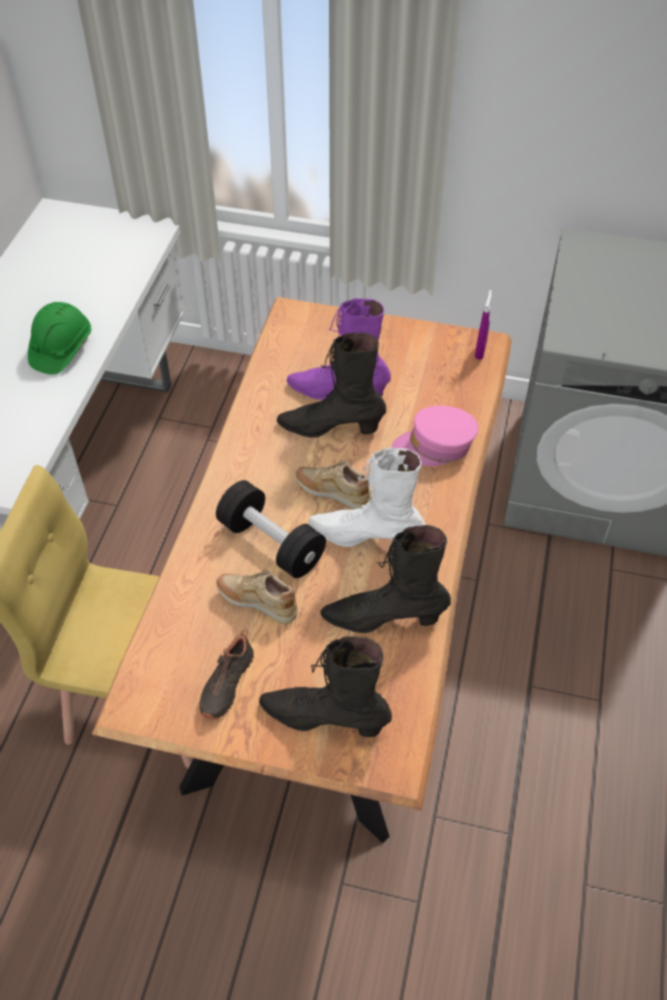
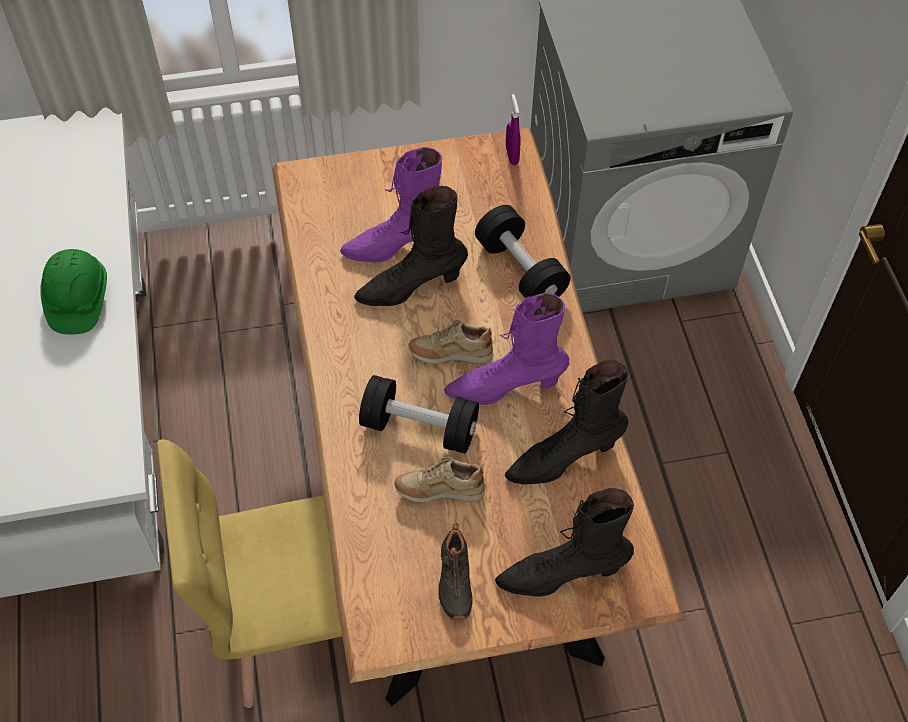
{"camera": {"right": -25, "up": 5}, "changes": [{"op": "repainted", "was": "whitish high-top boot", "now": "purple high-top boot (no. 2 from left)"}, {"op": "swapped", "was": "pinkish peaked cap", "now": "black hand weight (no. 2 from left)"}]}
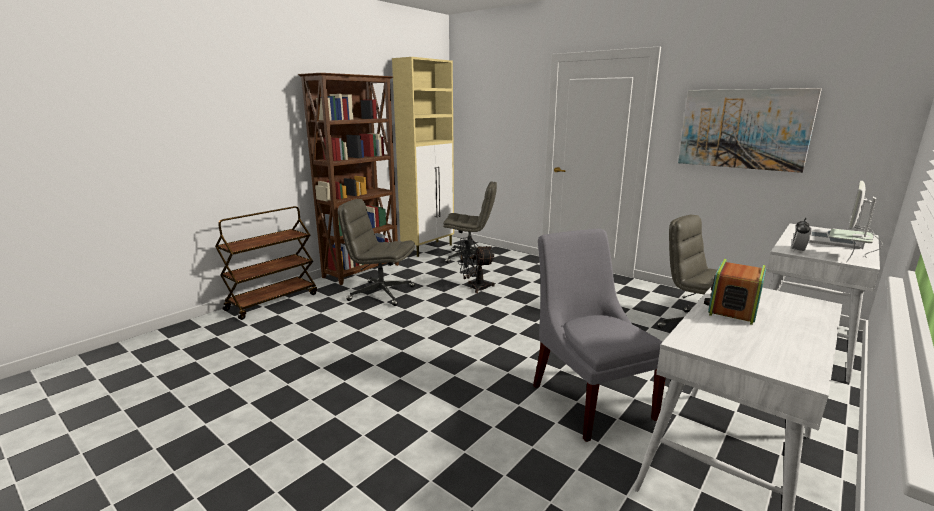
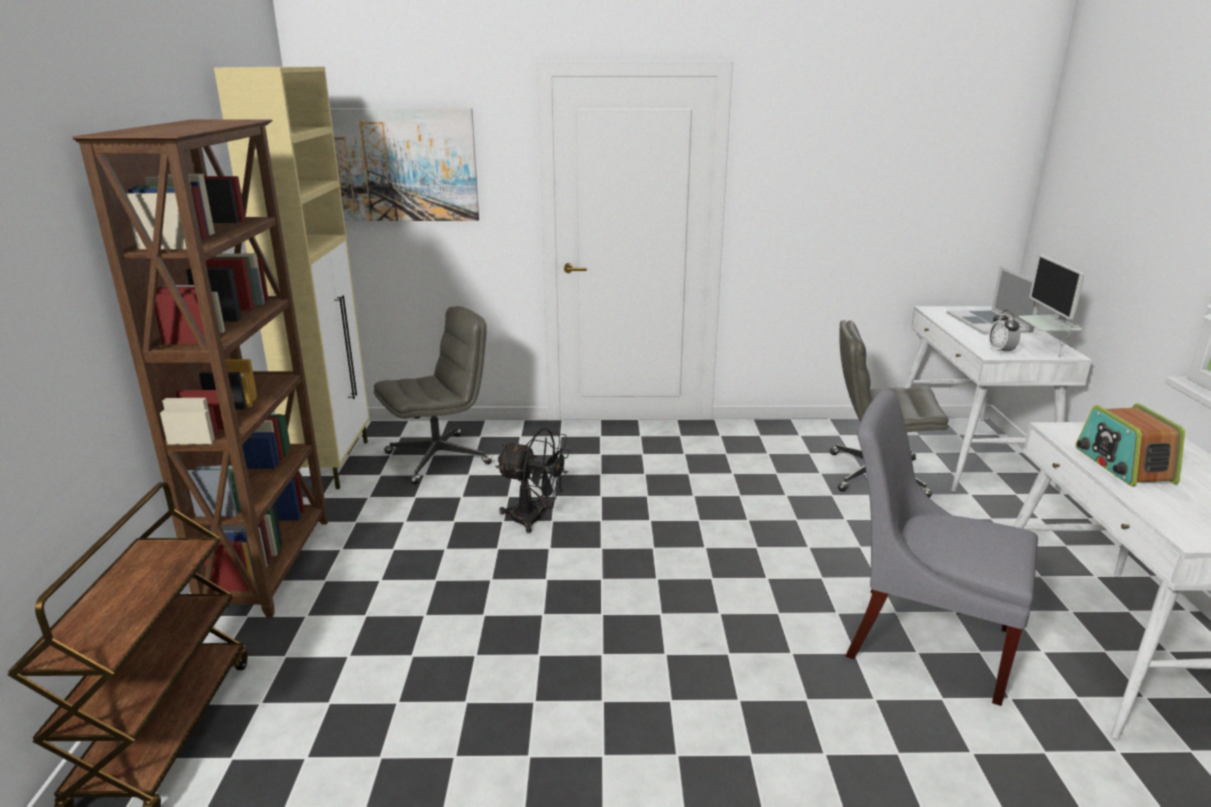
{"camera": {"right": -40, "up": 5}, "changes": [{"op": "shifted", "was": "picture"}, {"op": "rotated", "was": "black fan", "clockwise": -105}, {"op": "gone", "was": "grey computer chair (no. 1 from left)"}]}
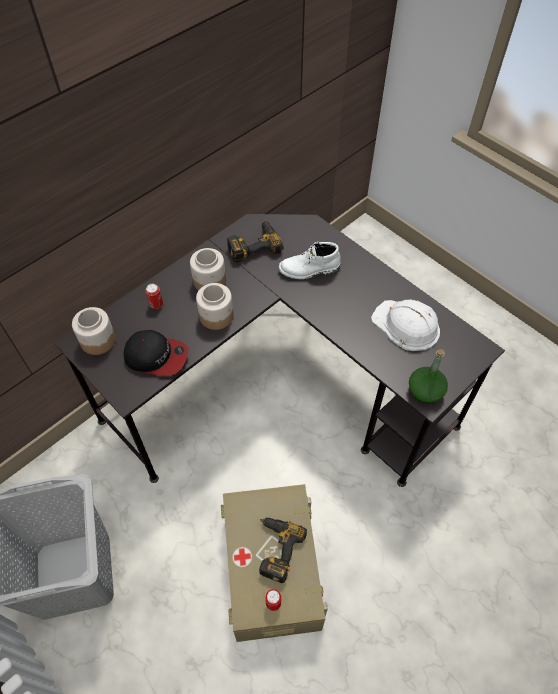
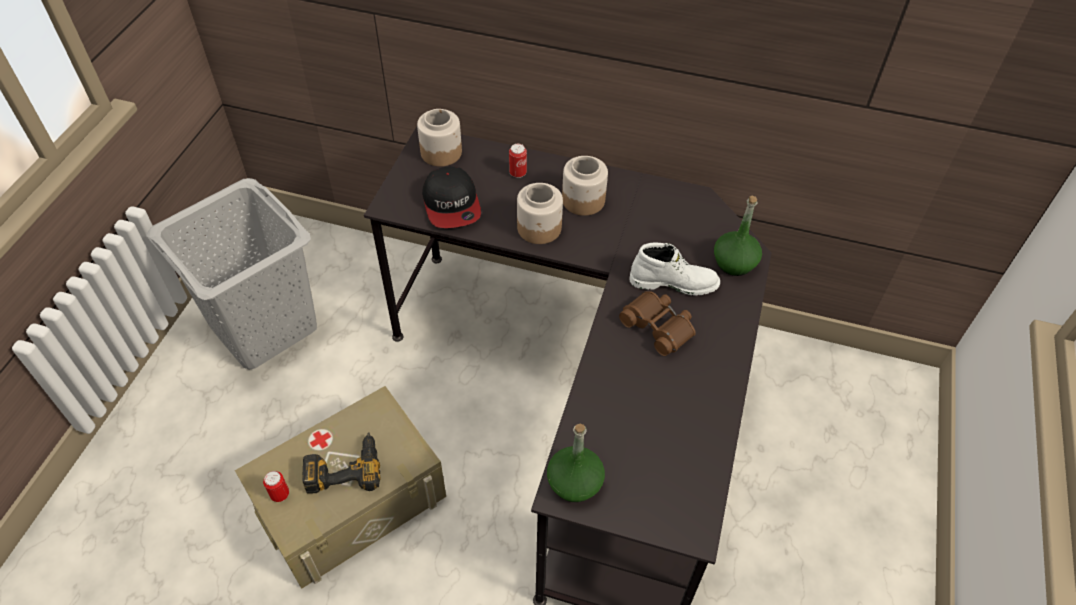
{"camera": {"right": 60, "up": -5}, "changes": [{"op": "new", "now": "brown-coloured pair of binoculars"}, {"op": "rotated", "was": "whitish high-top boot", "clockwise": 135}, {"op": "new", "now": "green-coloured bottle (no. 2 from left)"}, {"op": "gone", "was": "power drill (no. 1 from left)"}, {"op": "gone", "was": "whitish safety helmet"}]}
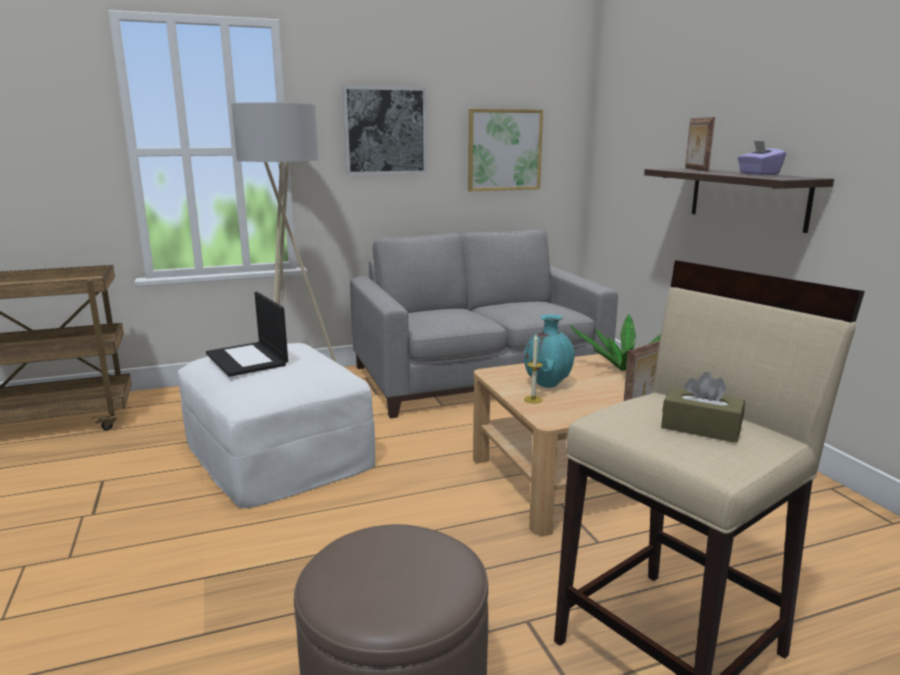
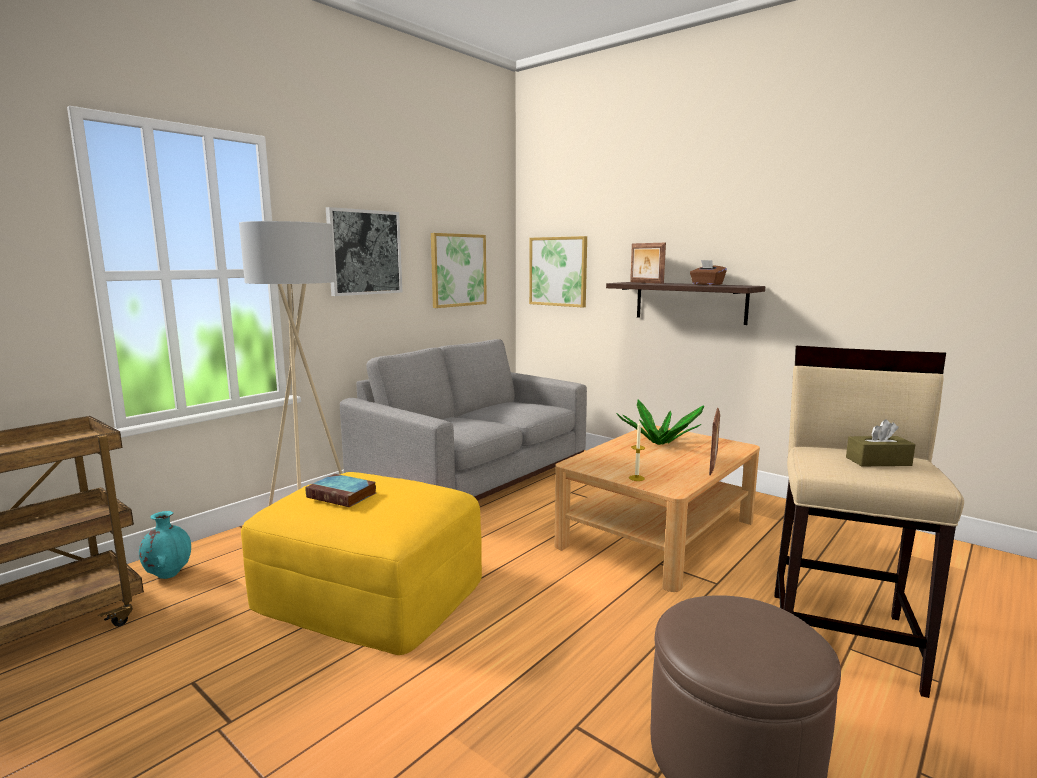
{"camera": {"right": -30, "up": -5}, "changes": [{"op": "shifted", "was": "blue-green decorative vase"}, {"op": "repainted", "was": "whitish pouffe", "now": "yellowish pouffe"}, {"op": "swapped", "was": "portable computer", "now": "volume"}, {"op": "new", "now": "picture (no. 3 from left)"}, {"op": "repainted", "was": "purple tissue holder", "now": "brown-coloured tissue holder (no. 1 from left)"}]}
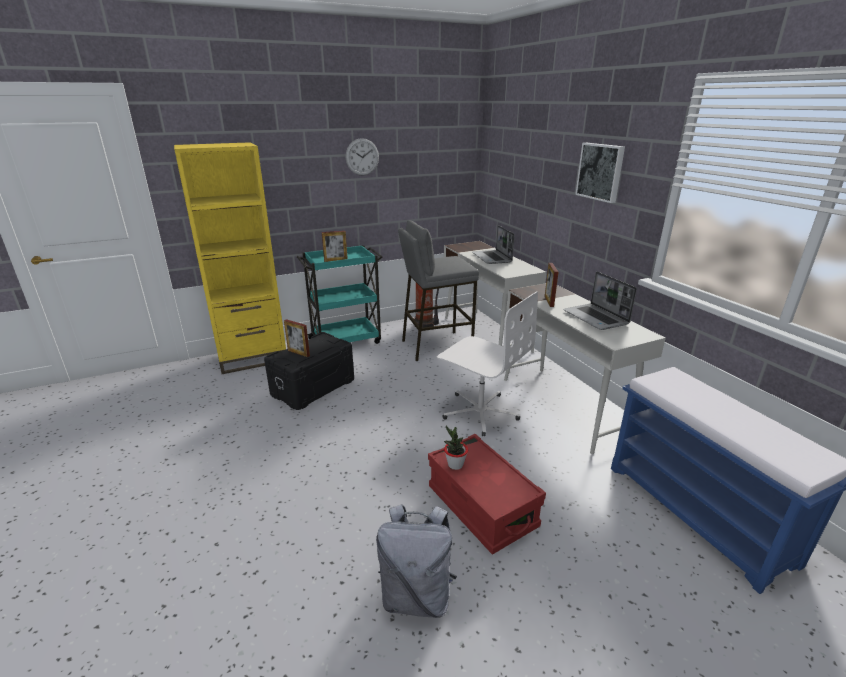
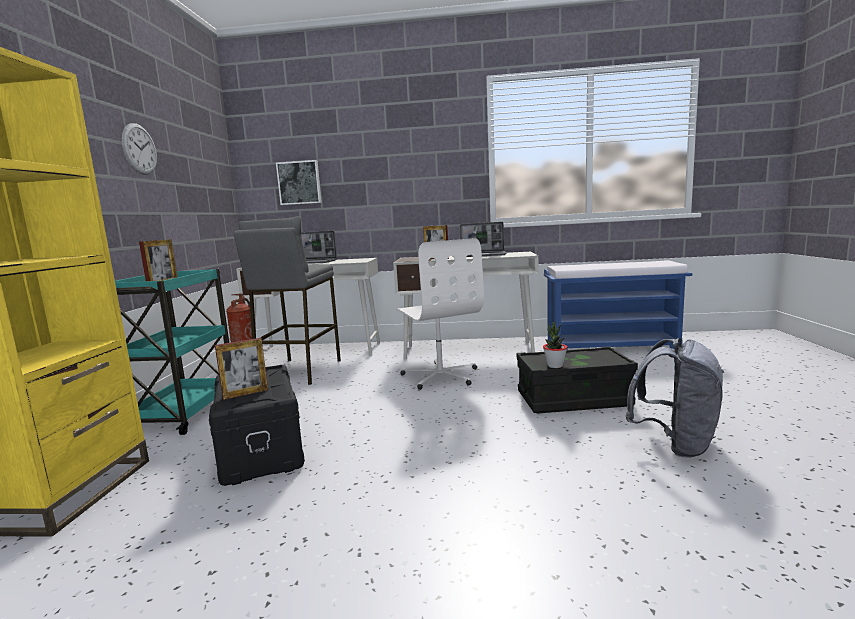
{"camera": {"right": -60, "up": -15}, "changes": [{"op": "shifted", "was": "picture"}, {"op": "rotated", "was": "whitish computer chair", "clockwise": 90}, {"op": "repainted", "was": "red storage bin", "now": "black storage bin (no. 2 from left)"}]}
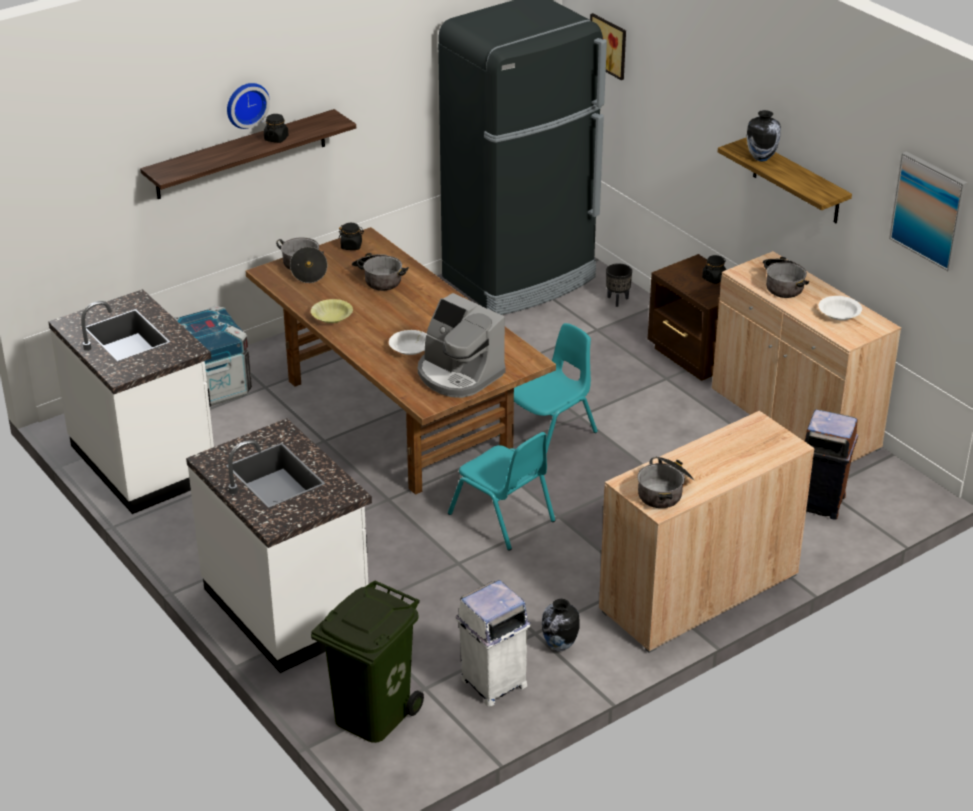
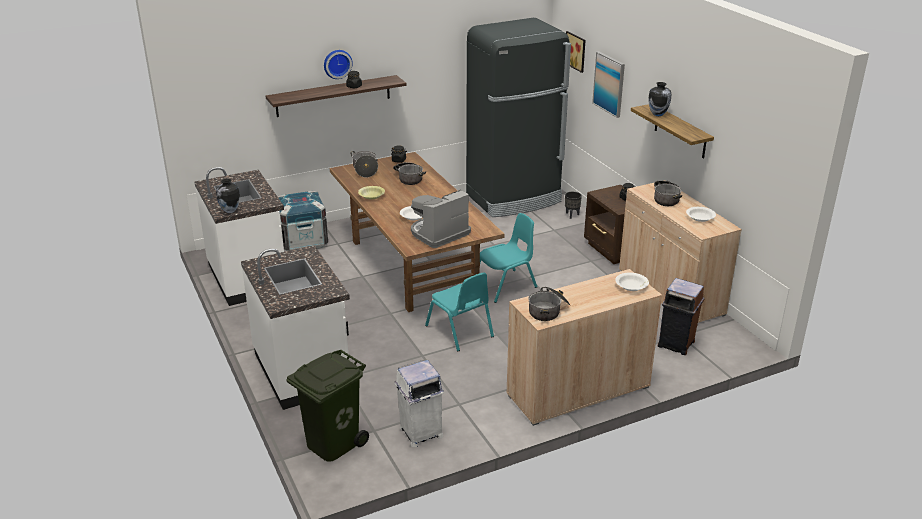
{"camera": {"right": 10, "up": -5}, "changes": [{"op": "shifted", "was": "decorative vase (no. 1 from left)"}, {"op": "rotated", "was": "coffee machine", "clockwise": 90}, {"op": "shifted", "was": "picture (no. 2 from left)"}, {"op": "new", "now": "whitish bowl (no. 2 from left)"}]}
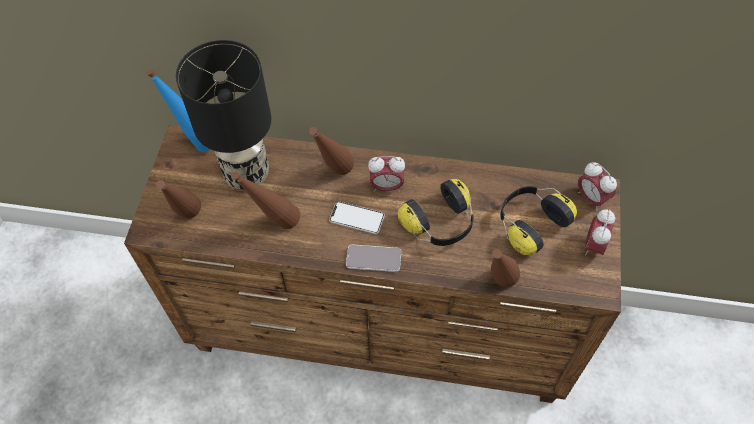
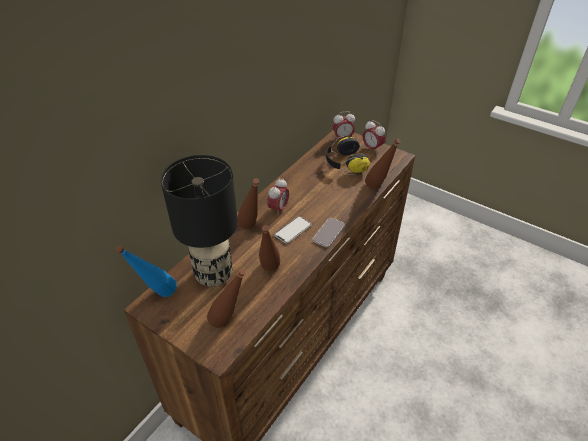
{"camera": {"right": -65, "up": -15}, "changes": [{"op": "gone", "was": "headset (no. 1 from left)"}]}
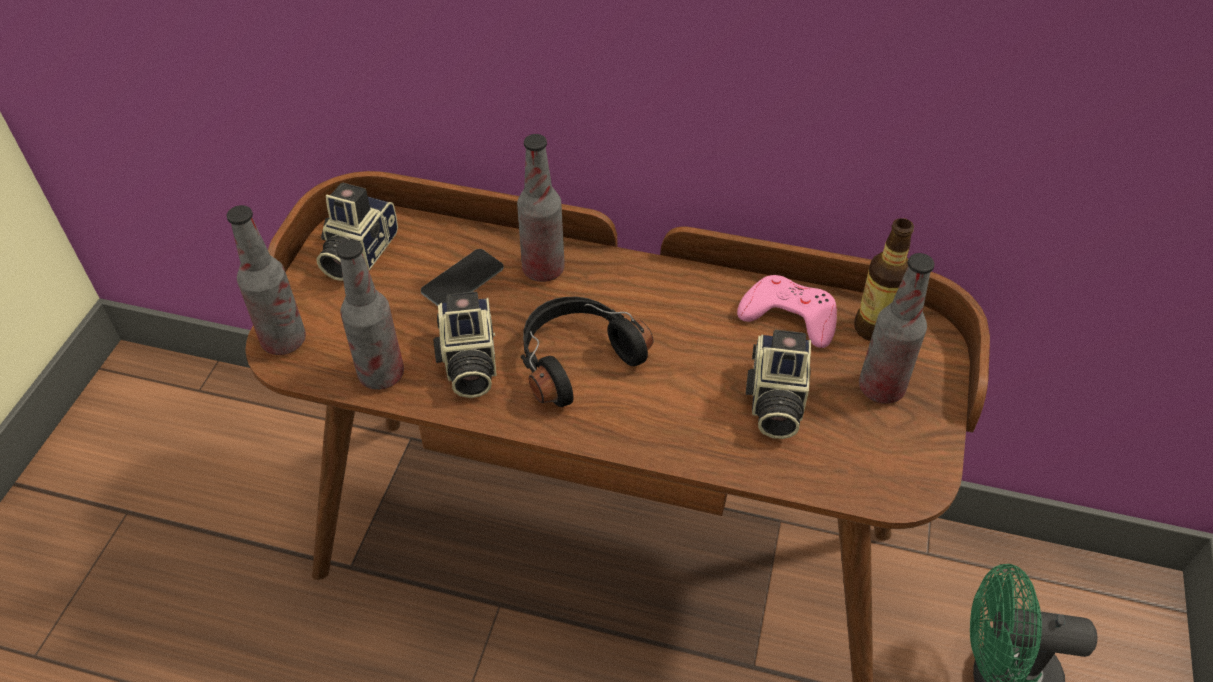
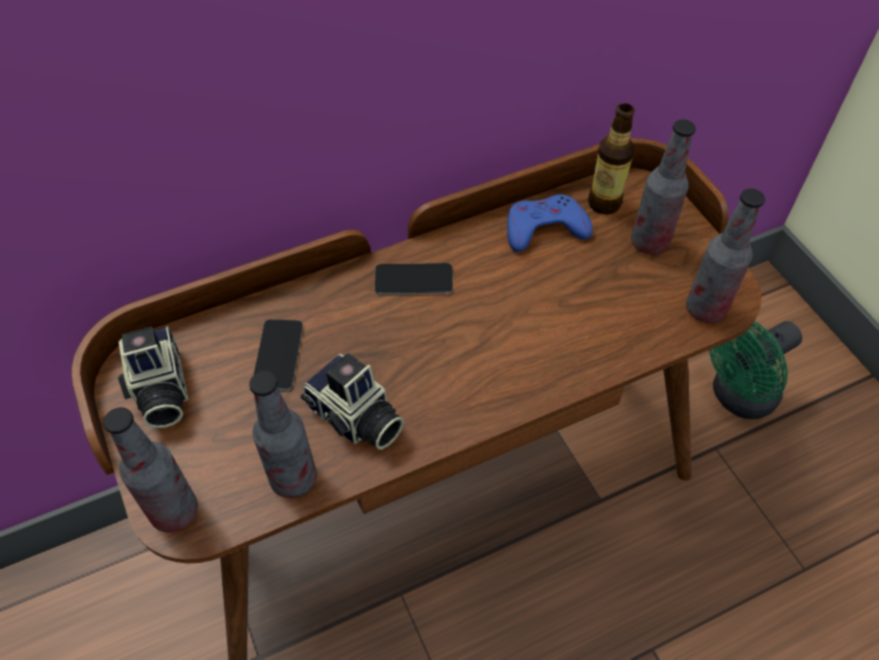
{"camera": {"right": -40, "up": 5}, "changes": [{"op": "new", "now": "phone (no. 2 from left)"}, {"op": "repainted", "was": "pinkish game controller", "now": "blue-coloured game controller"}, {"op": "shifted", "was": "bottle (no. 3 from left in the first image)", "now": "bottle (no. 5 from left)"}, {"op": "gone", "was": "black headset"}, {"op": "gone", "was": "photo camera (no. 3 from left)"}]}
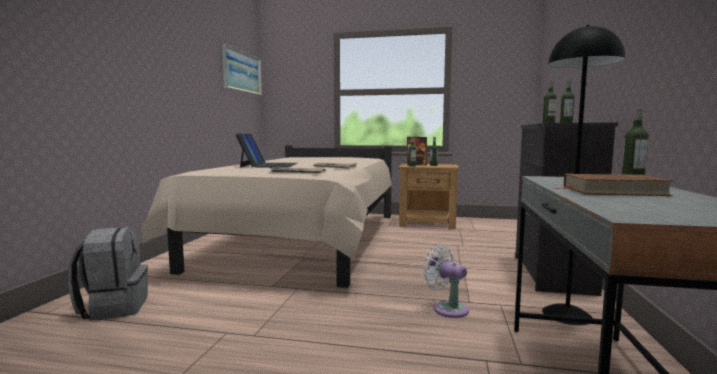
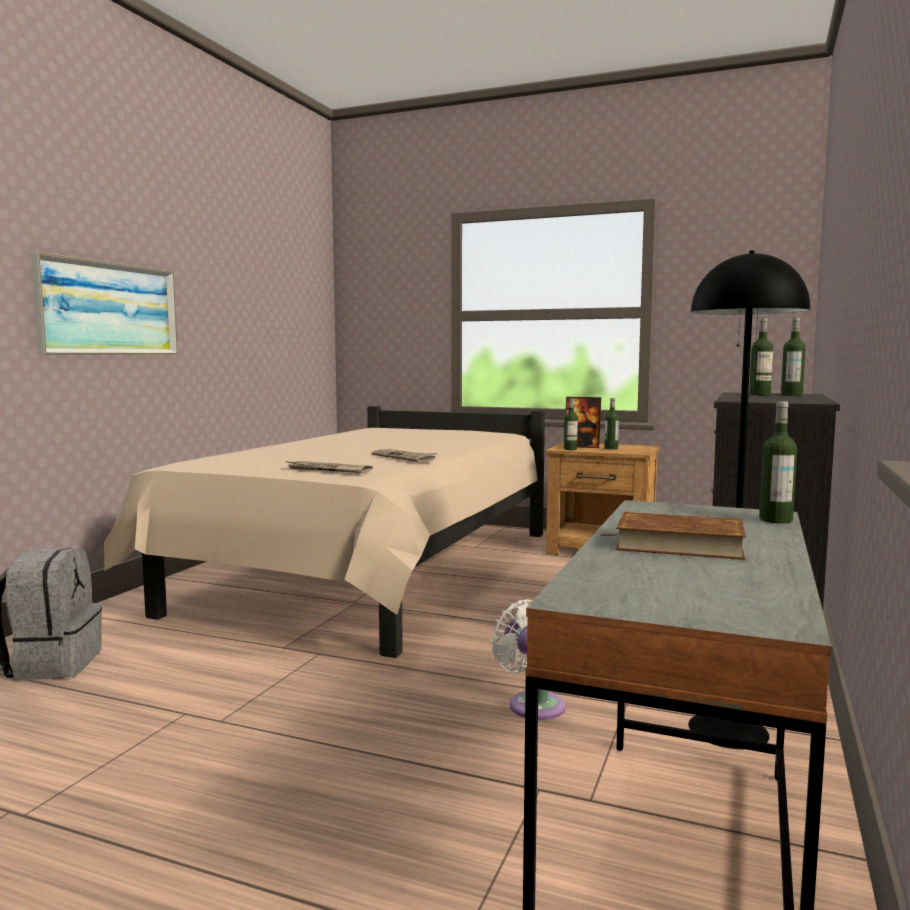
{"camera": {"right": 10, "up": 0}, "changes": [{"op": "shifted", "was": "picture"}, {"op": "gone", "was": "portable computer"}]}
